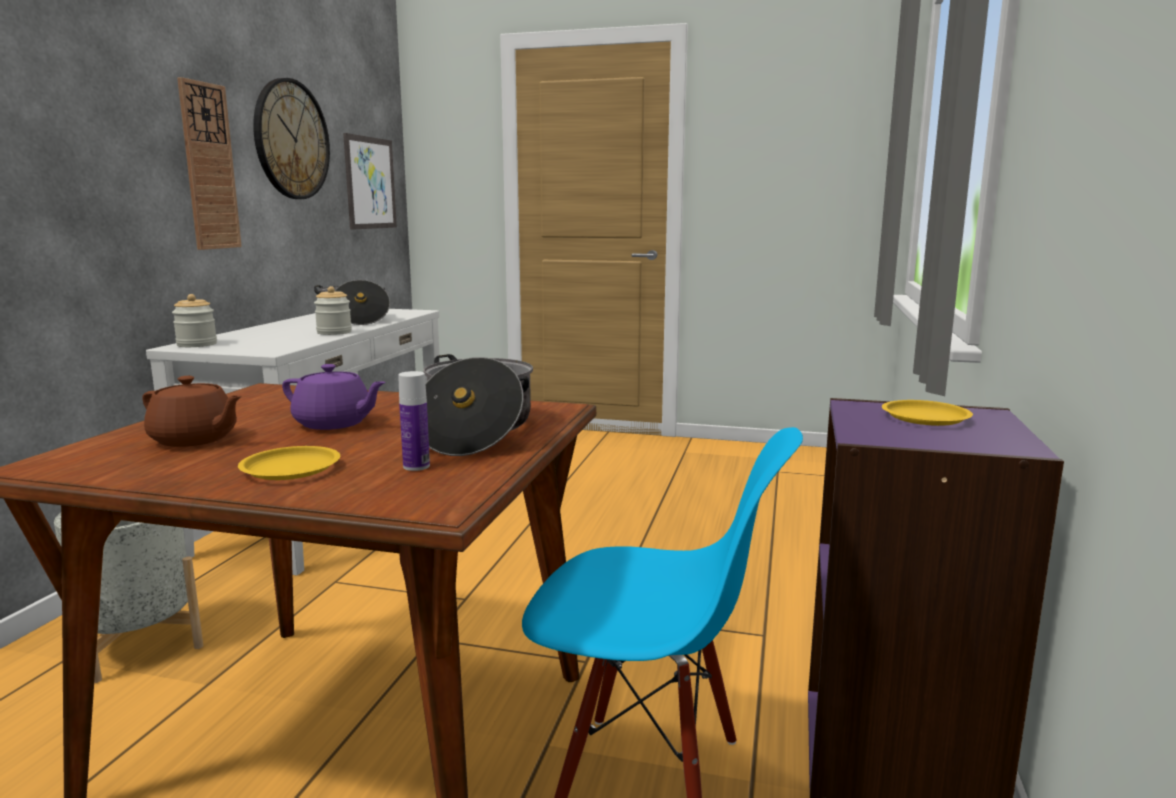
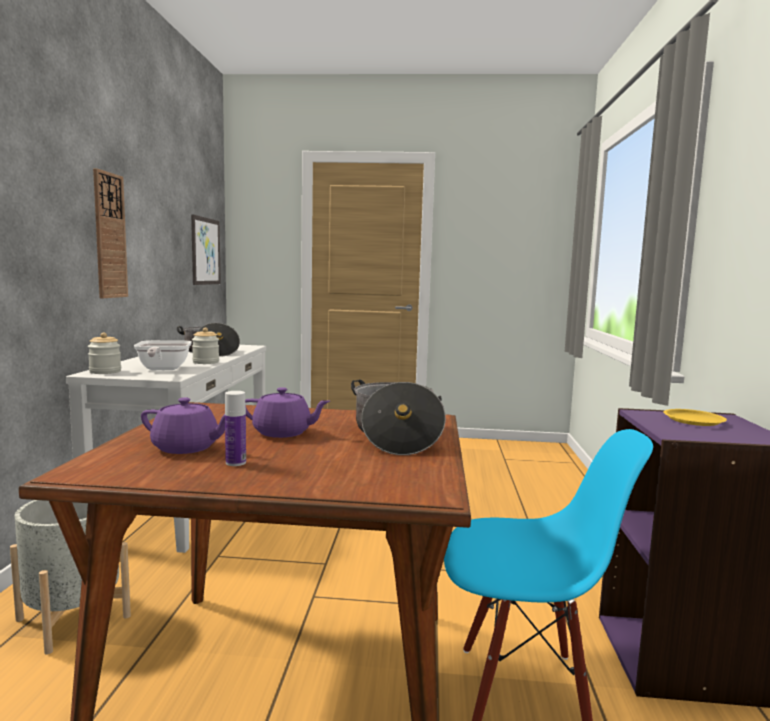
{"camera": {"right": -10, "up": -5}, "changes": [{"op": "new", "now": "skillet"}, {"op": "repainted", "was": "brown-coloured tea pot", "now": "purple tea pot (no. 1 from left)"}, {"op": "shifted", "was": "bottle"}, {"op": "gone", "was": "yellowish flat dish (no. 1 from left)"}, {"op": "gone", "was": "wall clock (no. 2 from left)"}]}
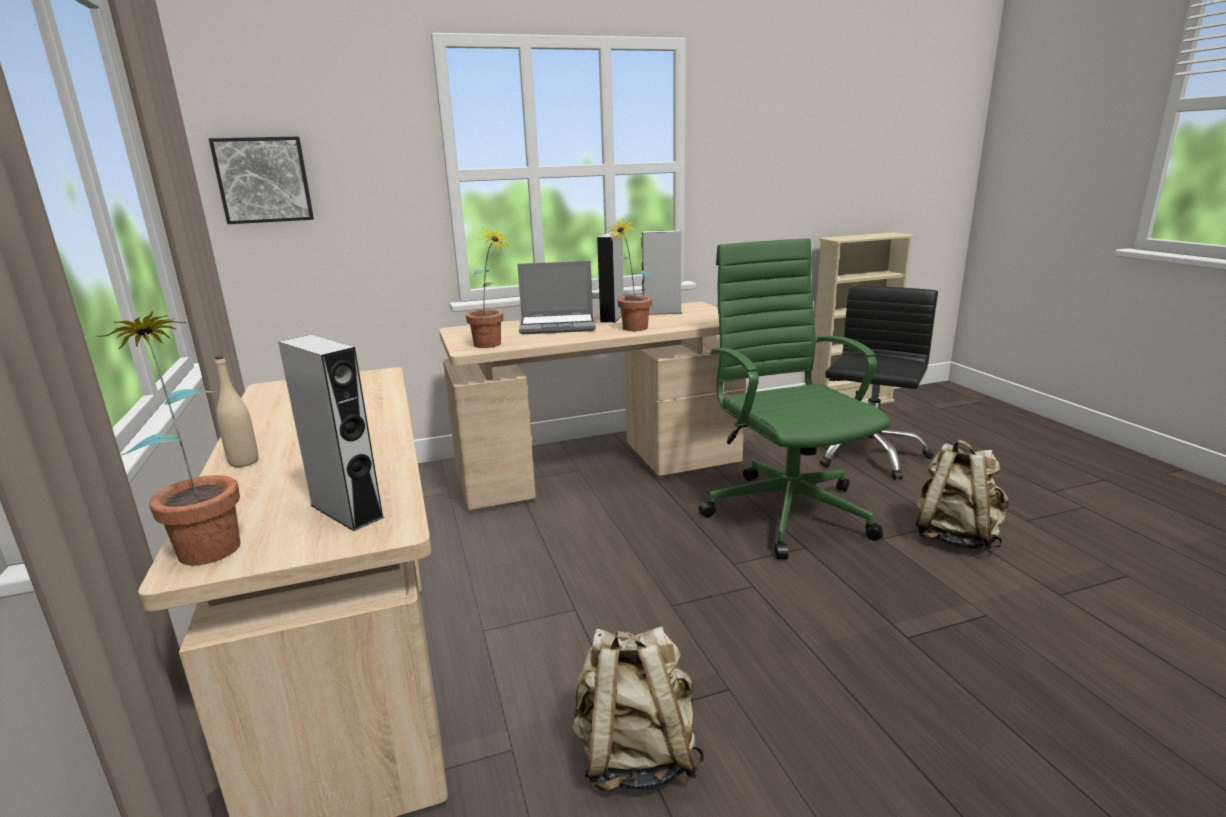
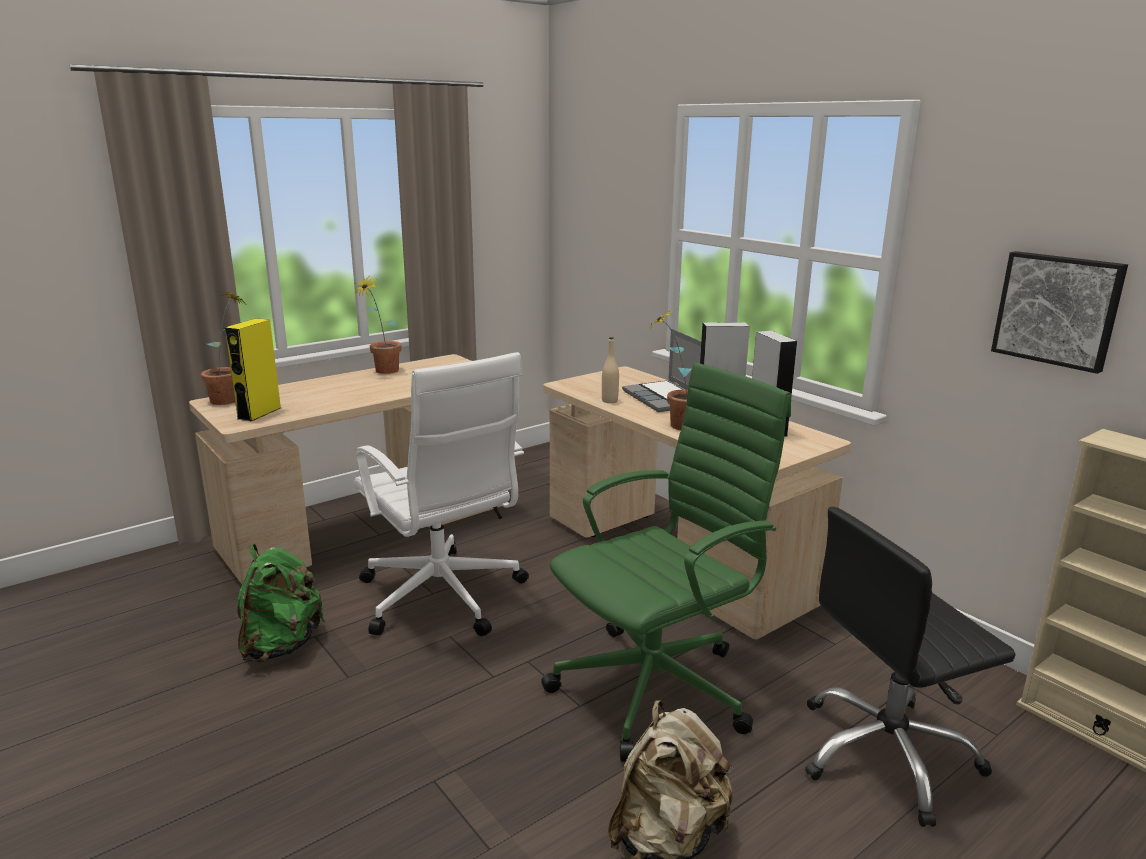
{"camera": {"right": 70, "up": 0}, "changes": [{"op": "repainted", "was": "grey speaker (no. 1 from left)", "now": "yellowish speaker"}, {"op": "repainted", "was": "beige-coloured rucksack (no. 1 from left)", "now": "green-coloured rucksack"}, {"op": "shifted", "was": "houseplant (no. 2 from left)"}, {"op": "new", "now": "whitish computer chair"}, {"op": "shifted", "was": "beige-coloured bottle"}, {"op": "rotated", "was": "black computer chair", "clockwise": 150}, {"op": "shifted", "was": "picture"}]}
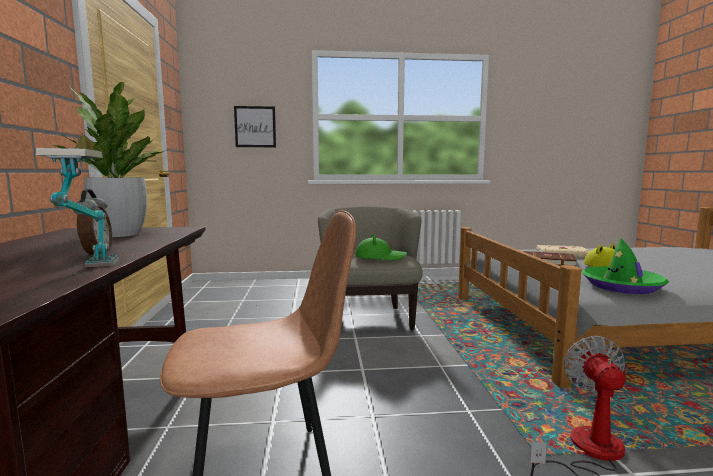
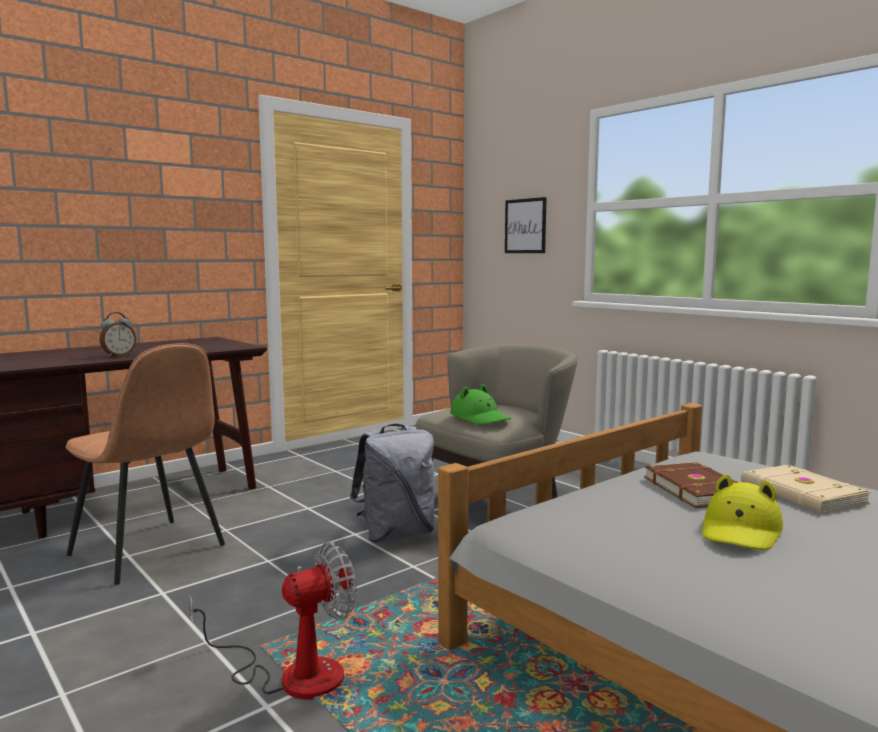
{"camera": {"right": 55, "up": 0}, "changes": [{"op": "new", "now": "grey rucksack"}, {"op": "gone", "was": "tabletop lamp"}, {"op": "gone", "was": "houseplant"}, {"op": "gone", "was": "green-coloured hat (no. 2 from left)"}]}
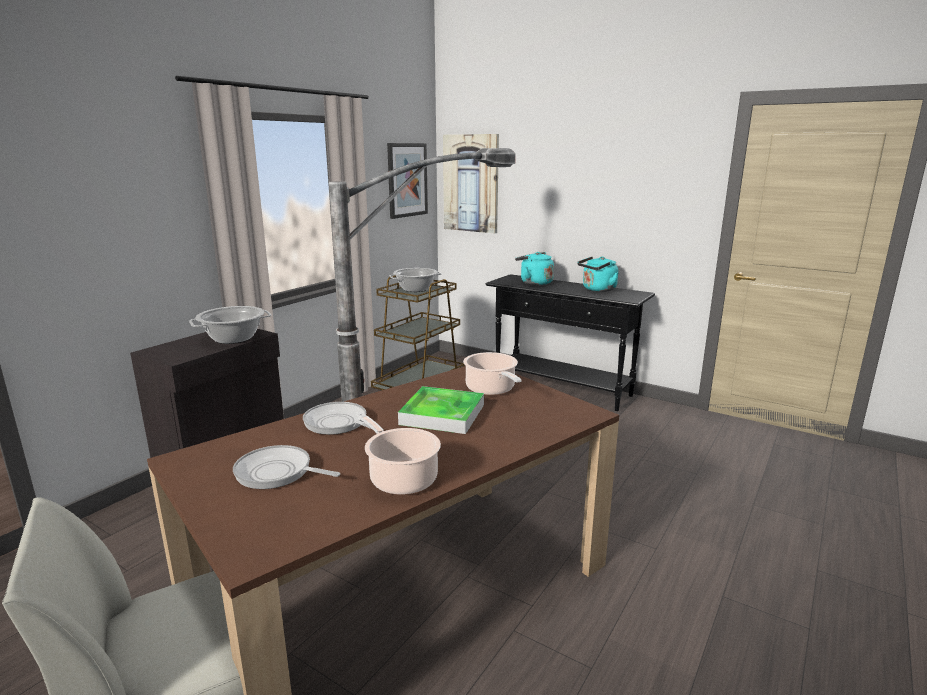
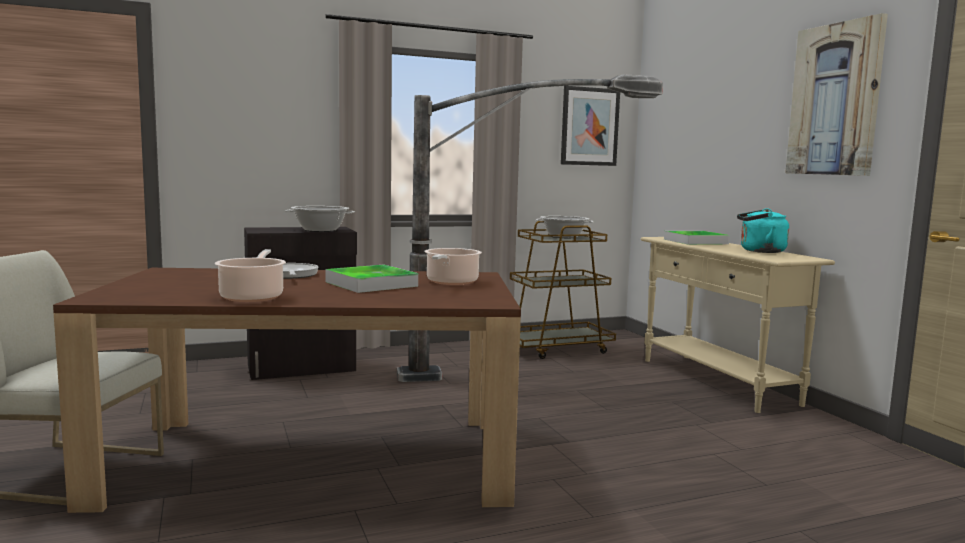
{"camera": {"right": 35, "up": -10}, "changes": [{"op": "repainted", "was": "black narrow table", "now": "beige-coloured narrow table"}, {"op": "swapped", "was": "blue-green kettle (no. 1 from left)", "now": "tray (no. 2 from left)"}, {"op": "shifted", "was": "picture (no. 2 from left)"}, {"op": "gone", "was": "skillet (no. 1 from left)"}]}
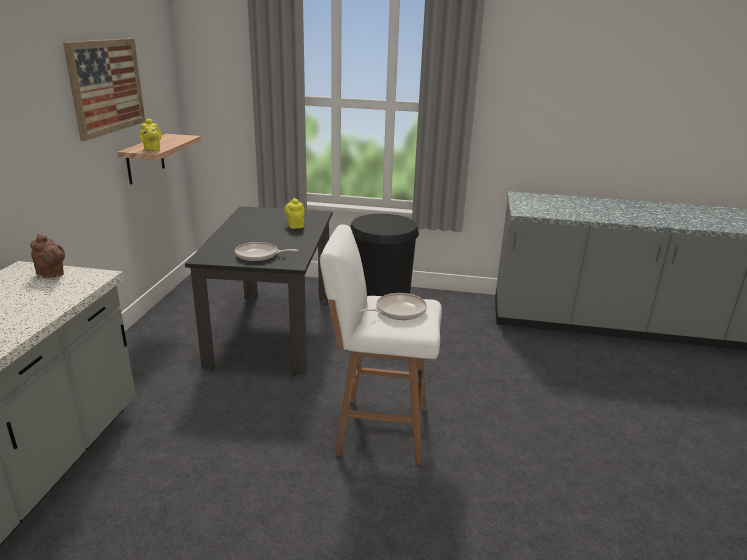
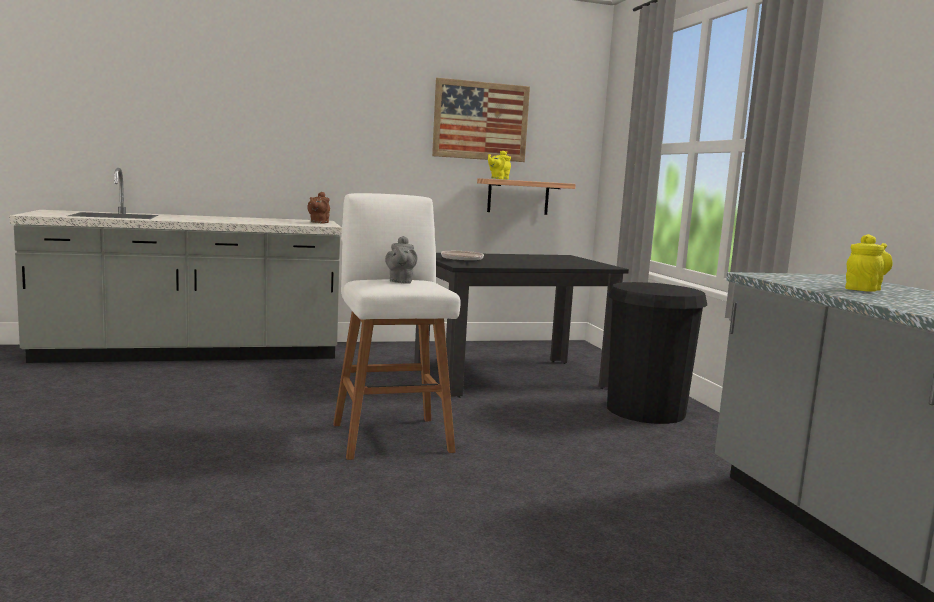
{"camera": {"right": 65, "up": -15}, "changes": [{"op": "swapped", "was": "skillet (no. 2 from left)", "now": "grey tea pot"}, {"op": "shifted", "was": "yellowish tea pot (no. 2 from left)"}]}
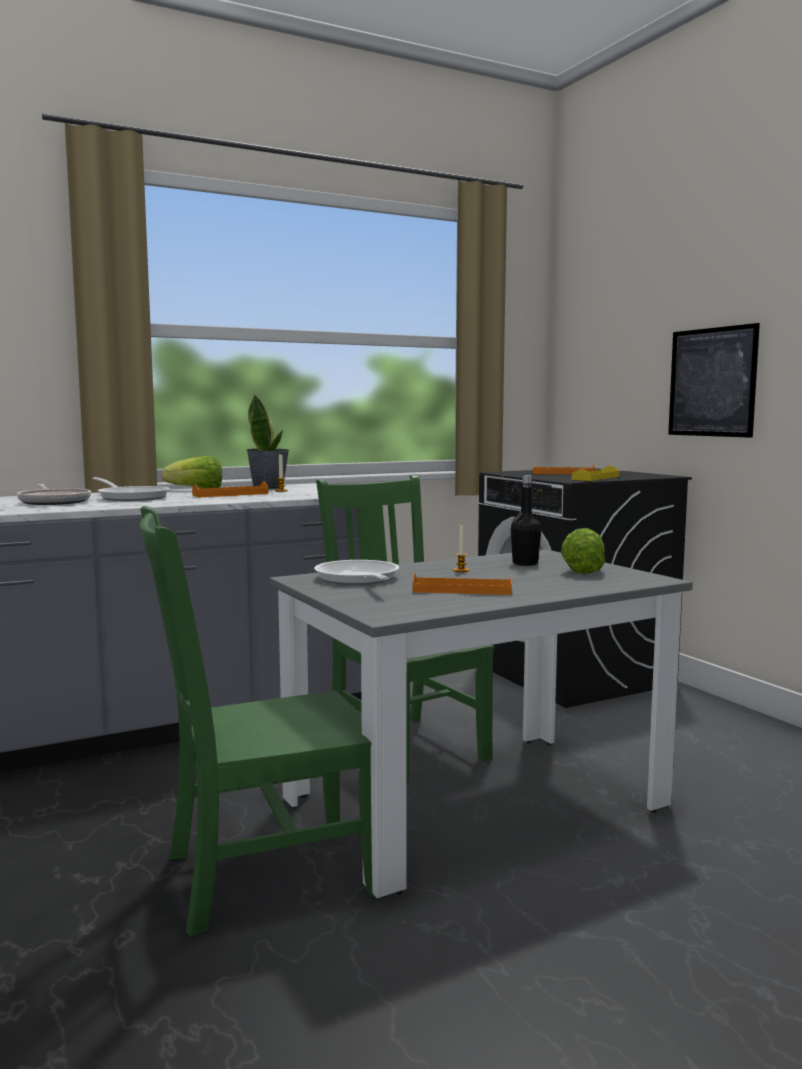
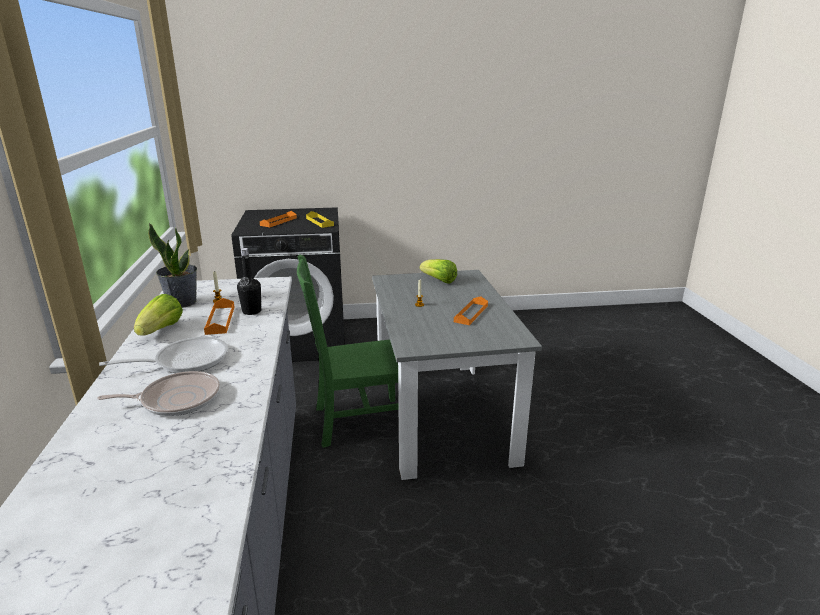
{"camera": {"right": -70, "up": 15}, "changes": [{"op": "shifted", "was": "black bottle"}, {"op": "gone", "was": "green-coloured plain chair (no. 1 from left)"}, {"op": "gone", "was": "skillet (no. 3 from left)"}, {"op": "gone", "was": "picture"}]}
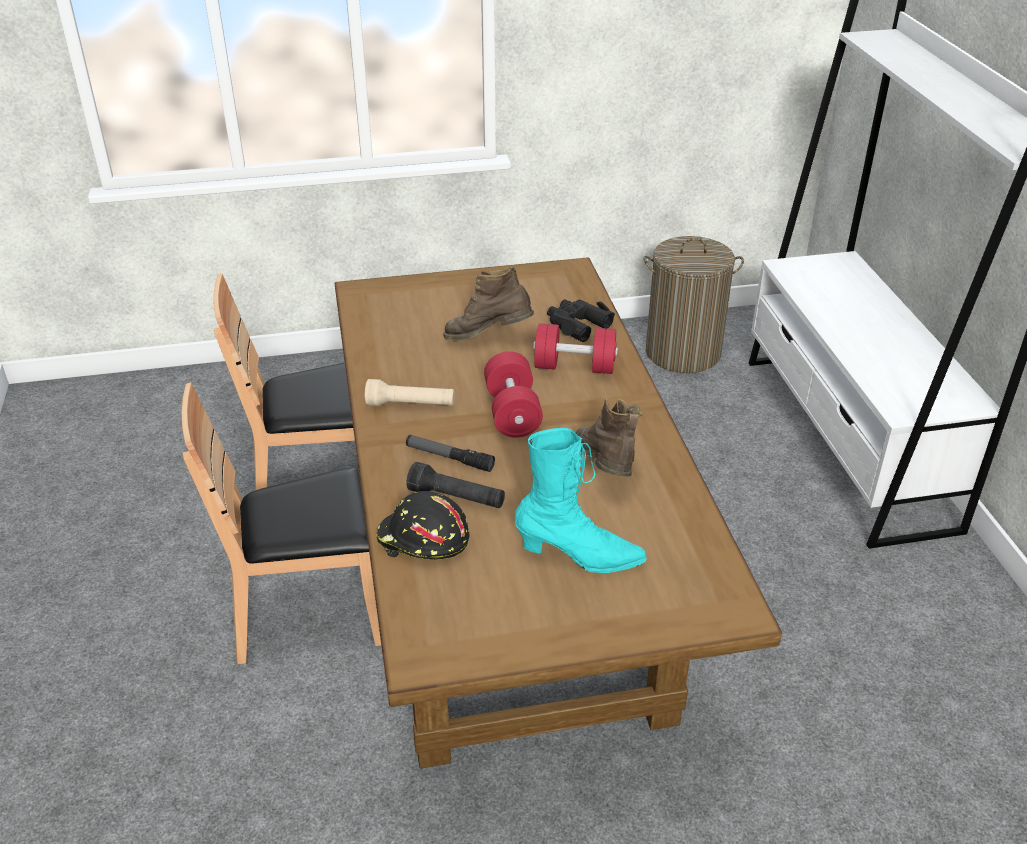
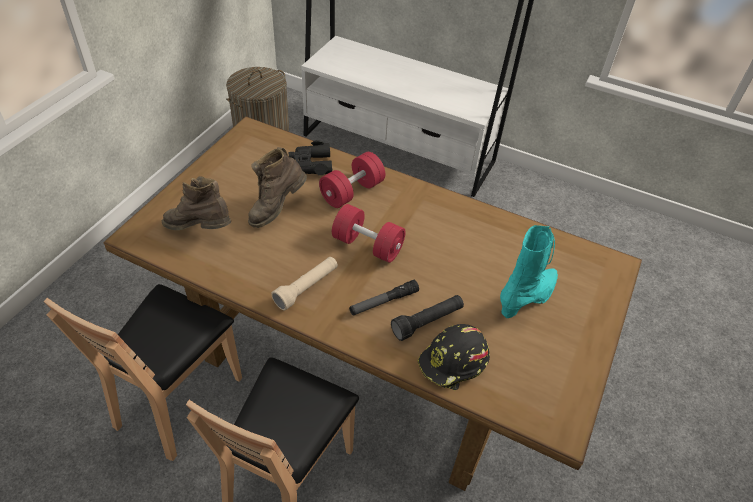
{"camera": {"right": -55, "up": 10}, "changes": [{"op": "shifted", "was": "brown-coloured high-top boot (no. 2 from left in the first image)", "now": "brown-coloured high-top boot (no. 1 from left)"}]}
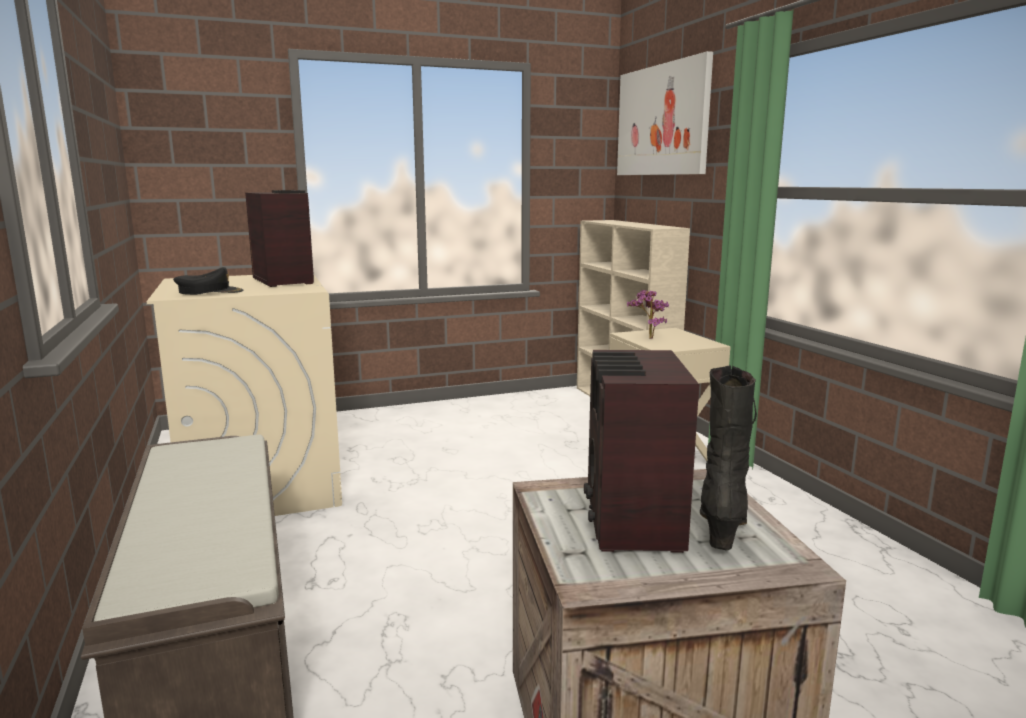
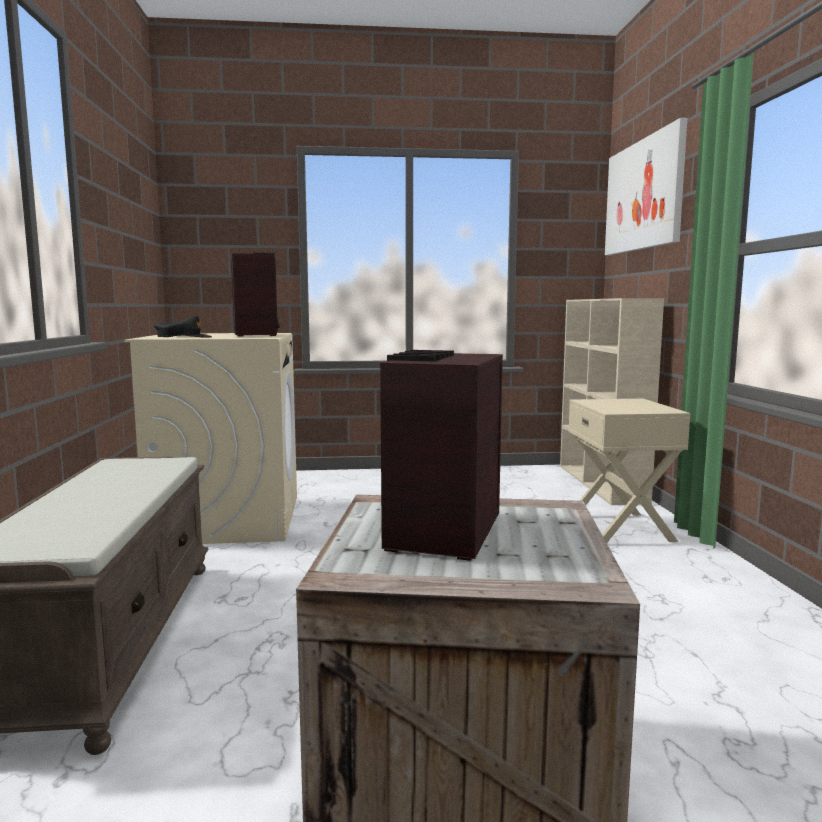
{"camera": {"right": 15, "up": -5}, "changes": [{"op": "gone", "was": "houseplant"}, {"op": "gone", "was": "black high-top boot"}]}
